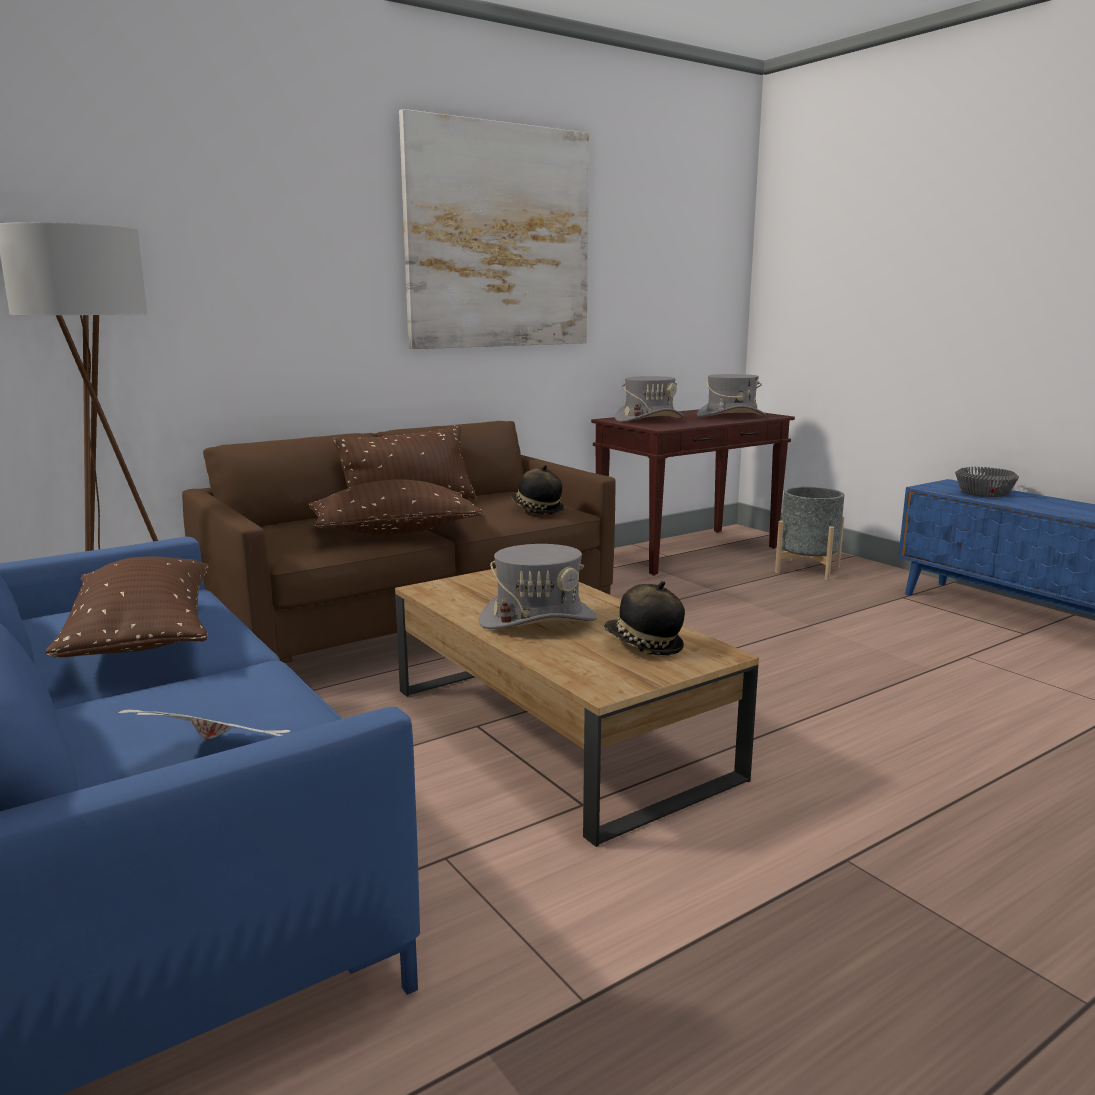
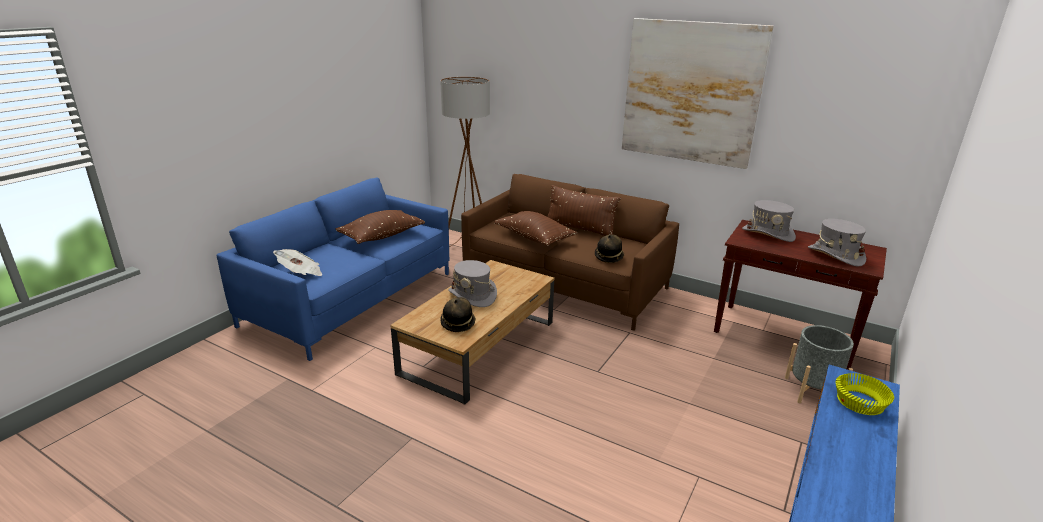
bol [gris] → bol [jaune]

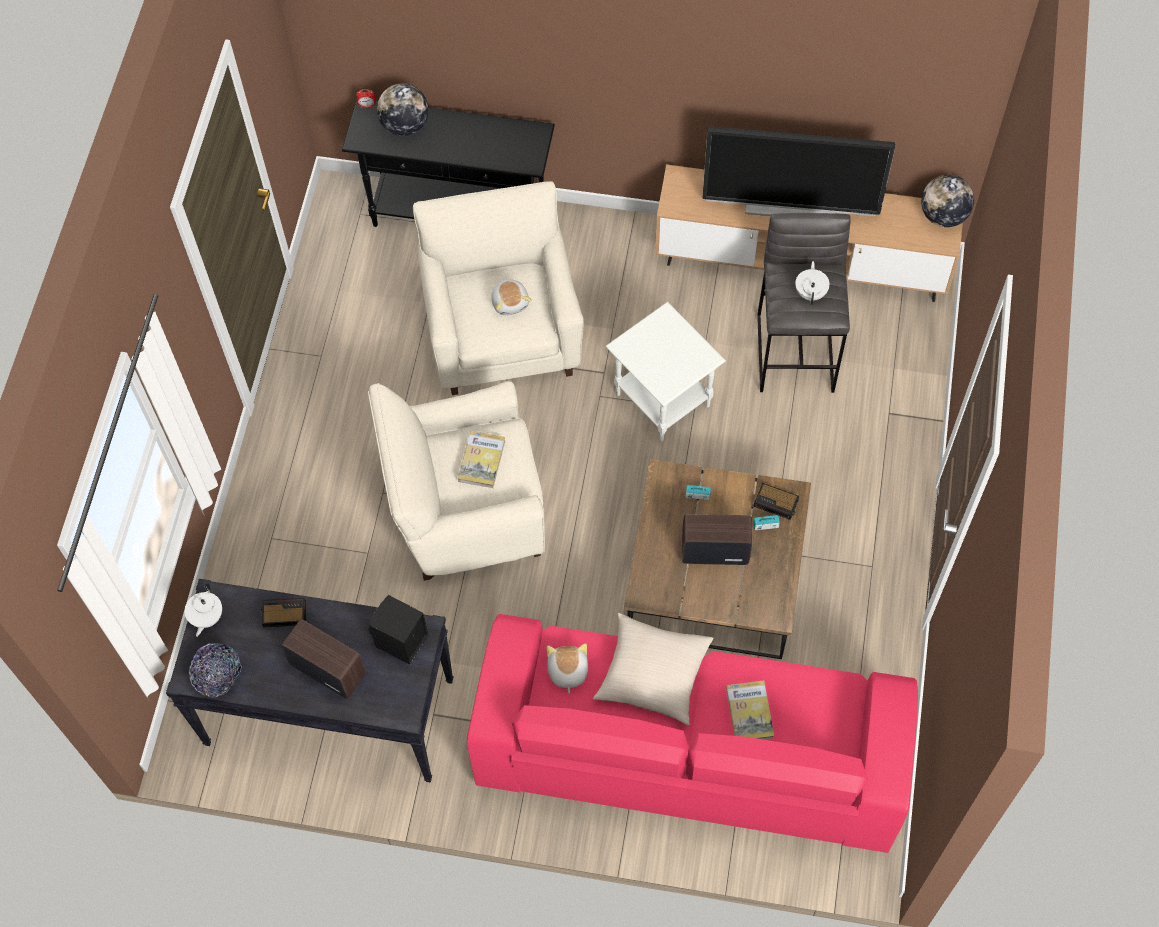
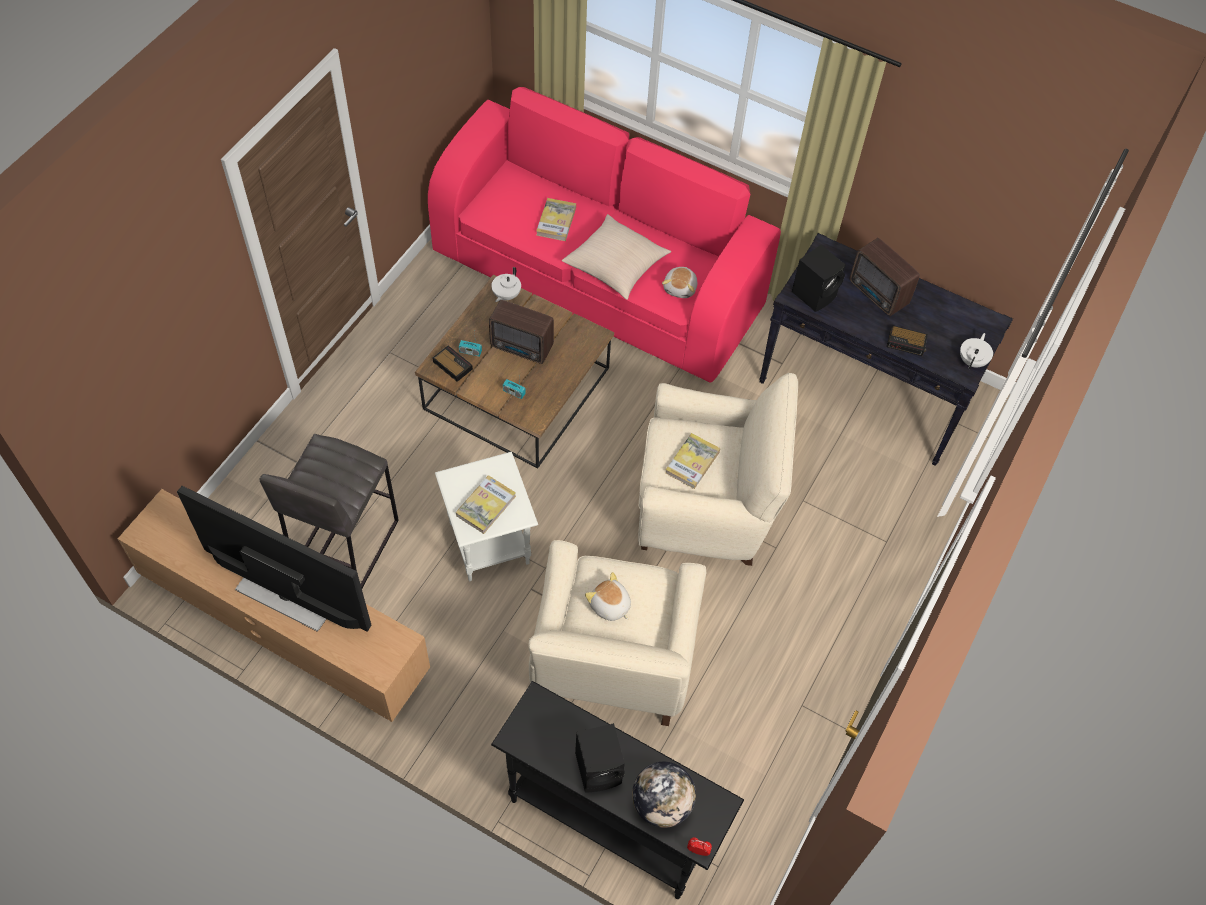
bol → -
peluche (1st from left), 45 degrees counterclockwise
théière [blanc] (2nd from left in the first image) → théière [blanc] (1st from left), moved
globe (2nd from left) → -
- → livre (1st from left)
- → enceinte [noir] (1st from left)

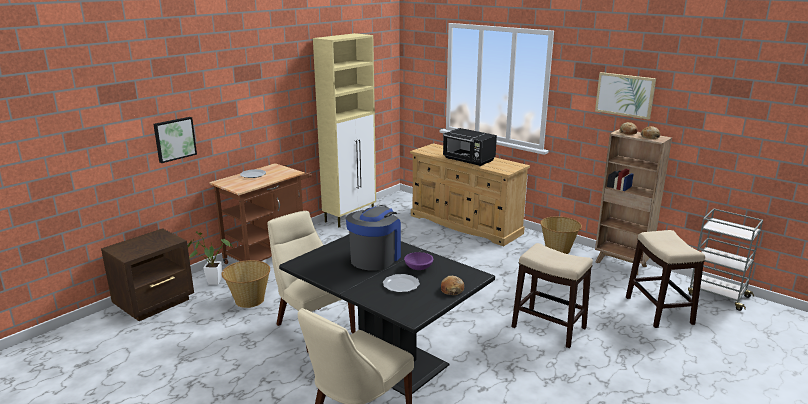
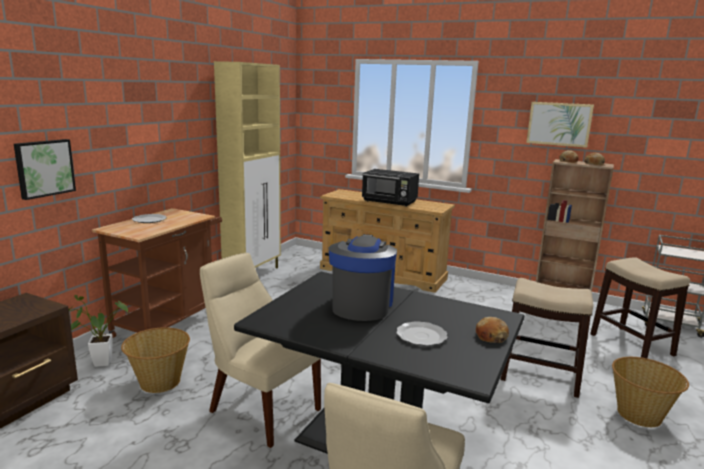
bol [violet] → -
panier (2nd from left), moved

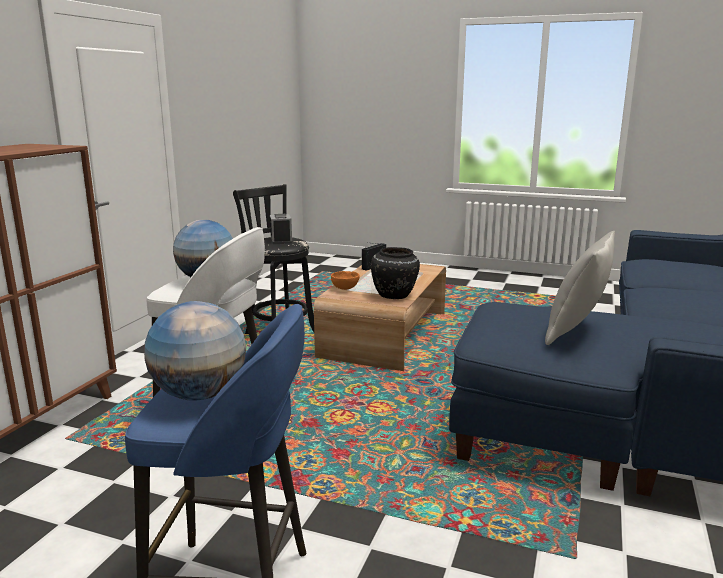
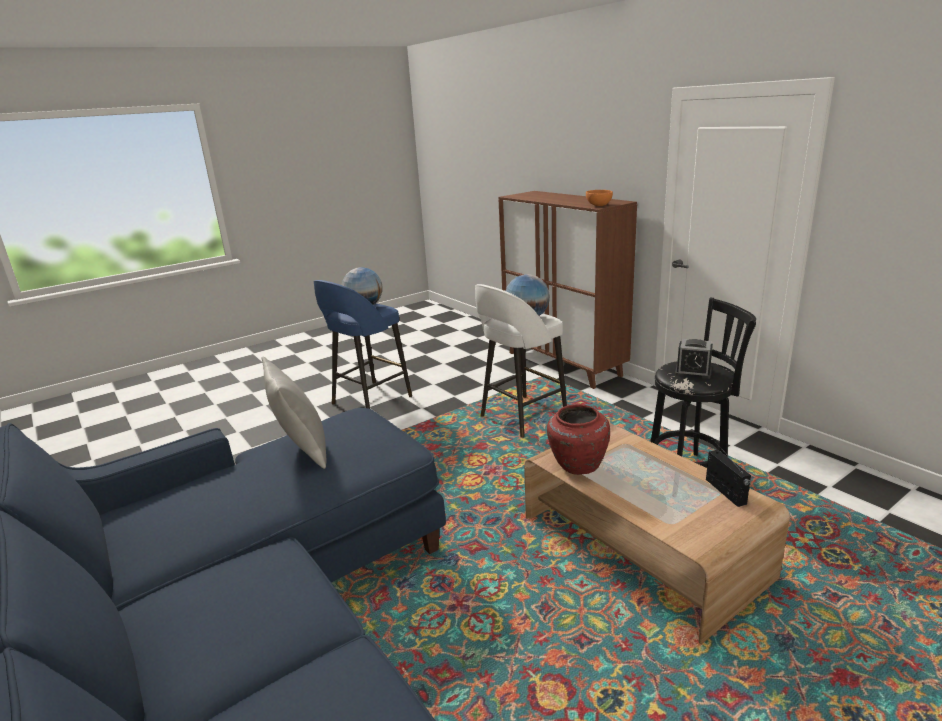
bol [orange], moved
vase [noir] → vase [rouge]

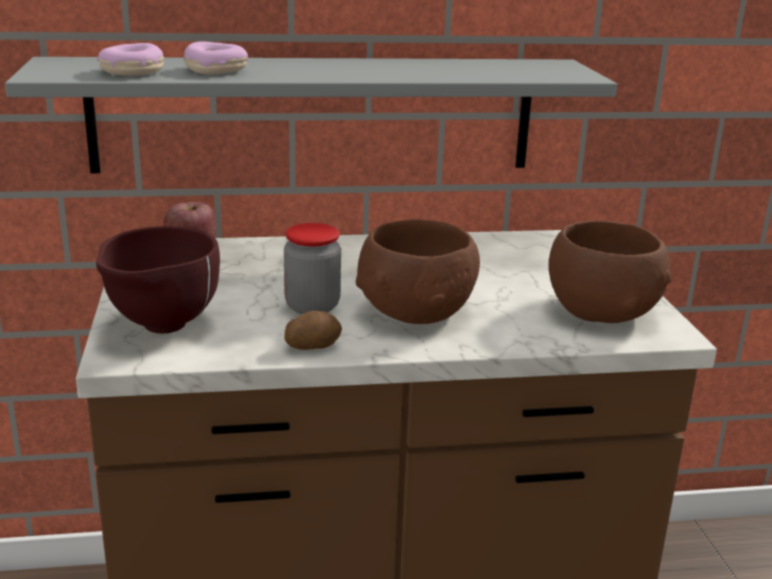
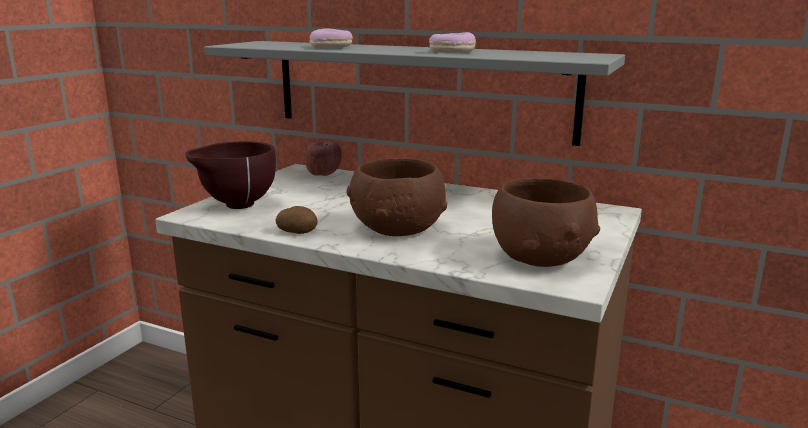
beignet (1st from left in the first image) → beignet (2nd from left), moved
bocal → -

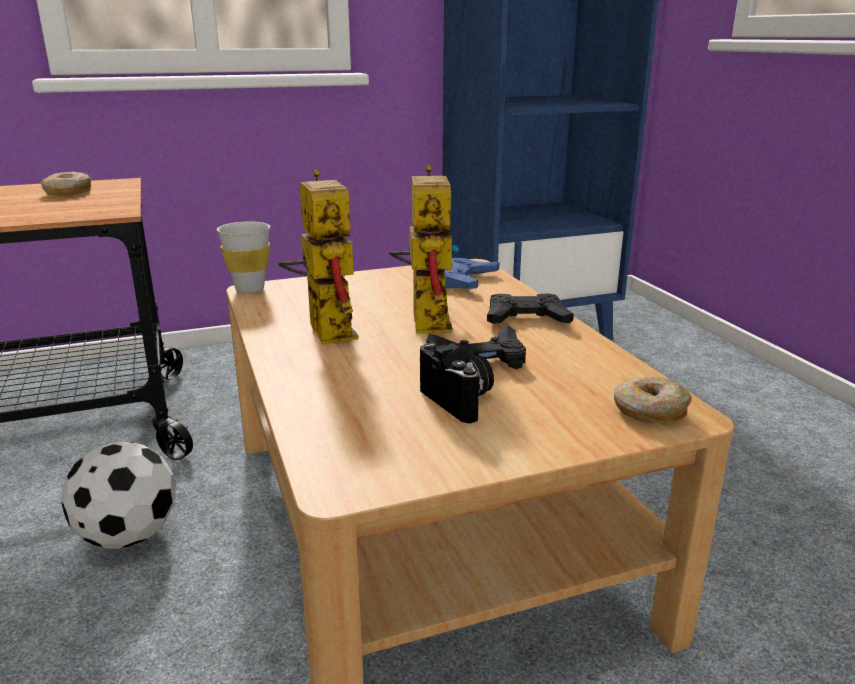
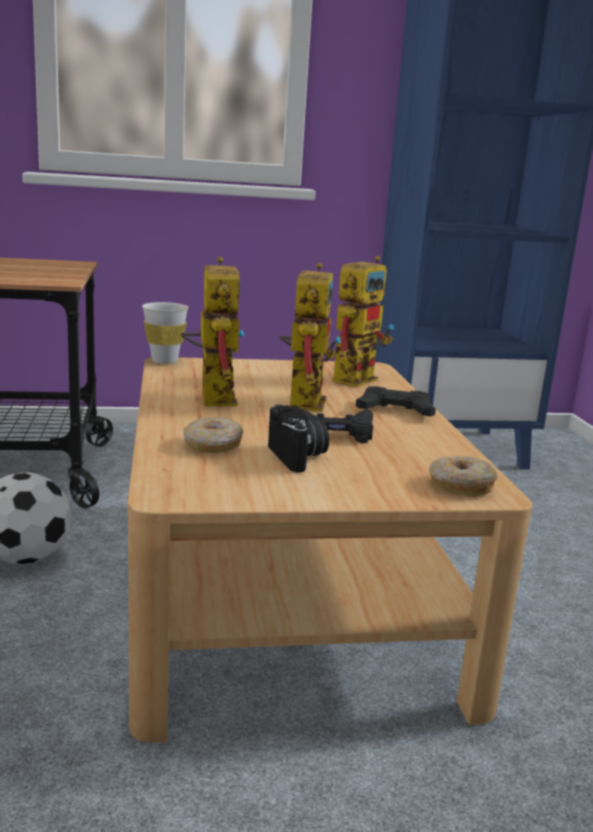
beignet (1st from left), moved
manette [bleu] → robot jouet (3rd from left)

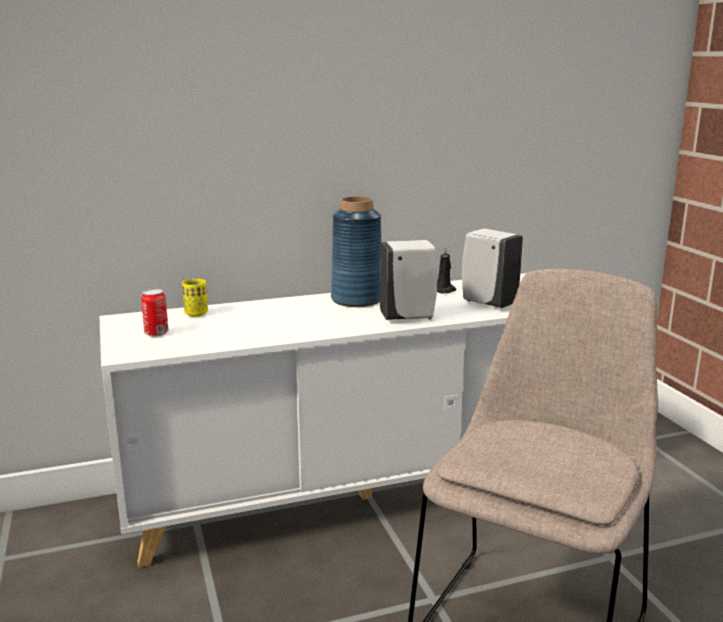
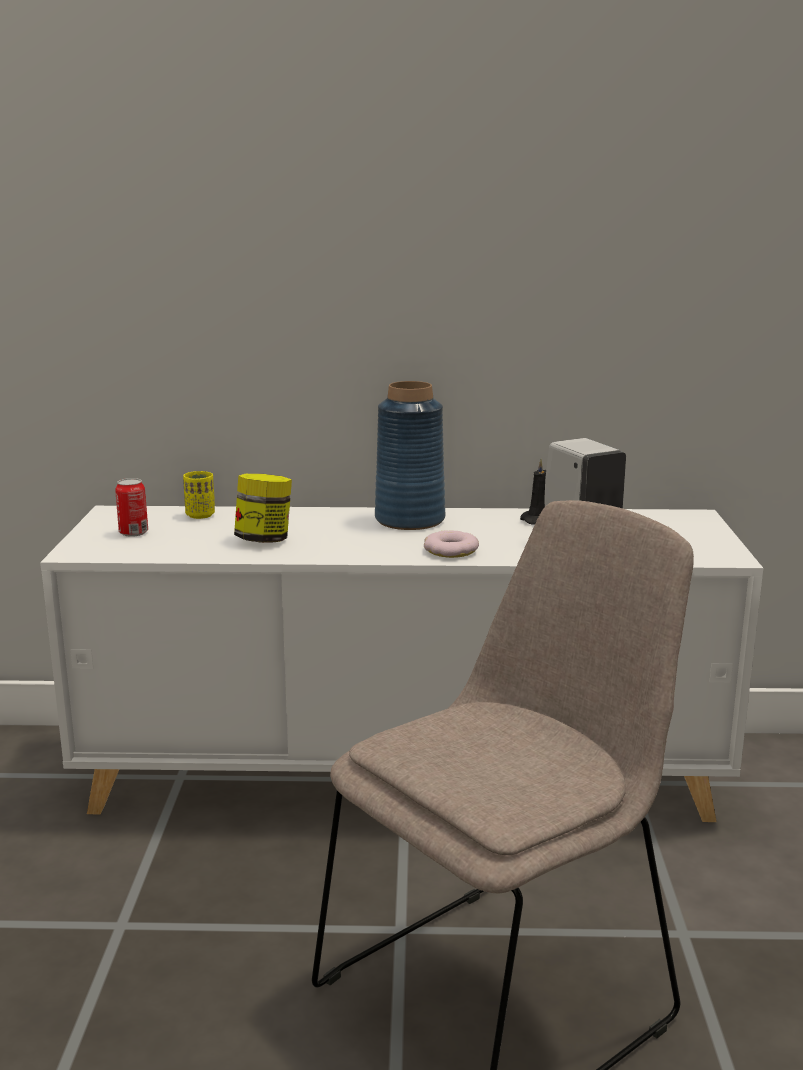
distributeur de savon [blanc] (1st from left) → beignet
- → bocal

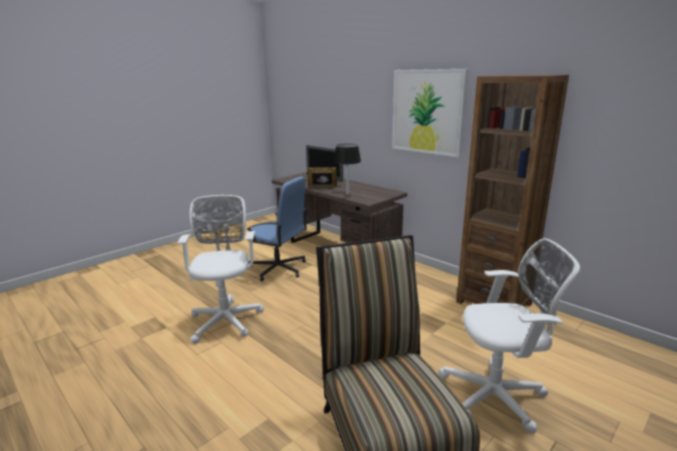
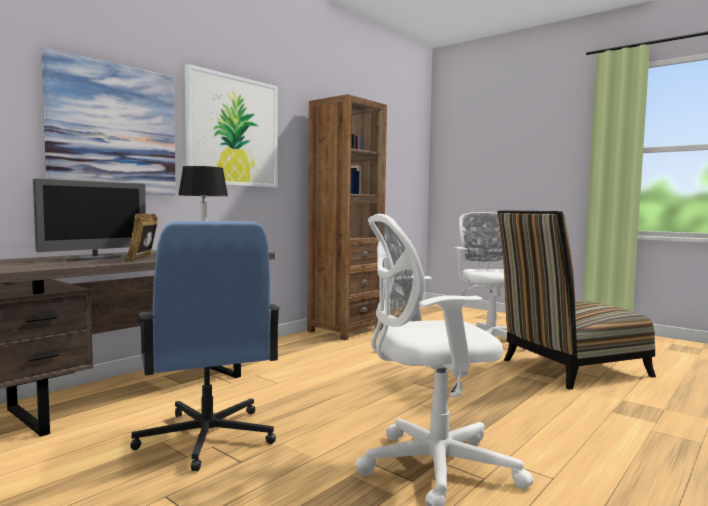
chaise de bureau [bleu], 135 degrees clockwise
- → tableau (1st from left)

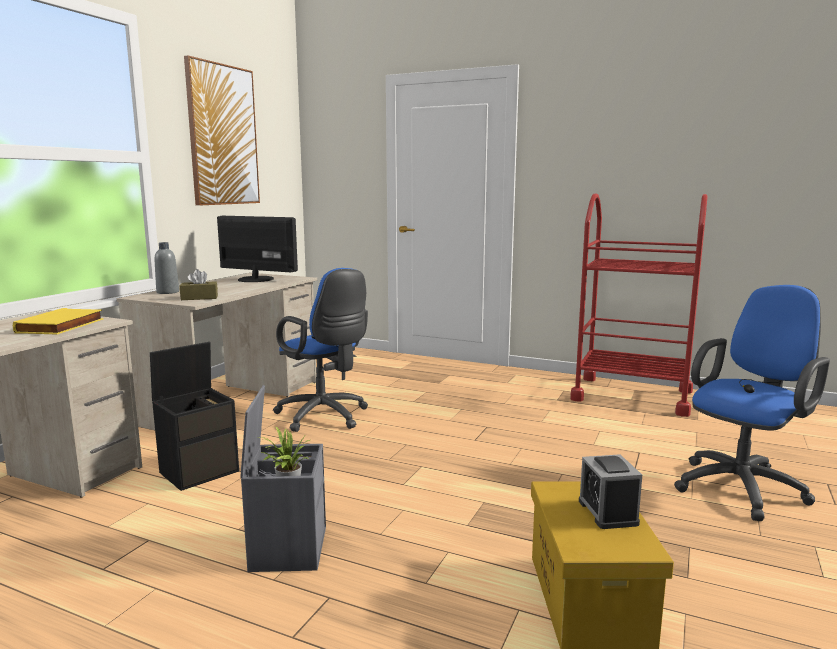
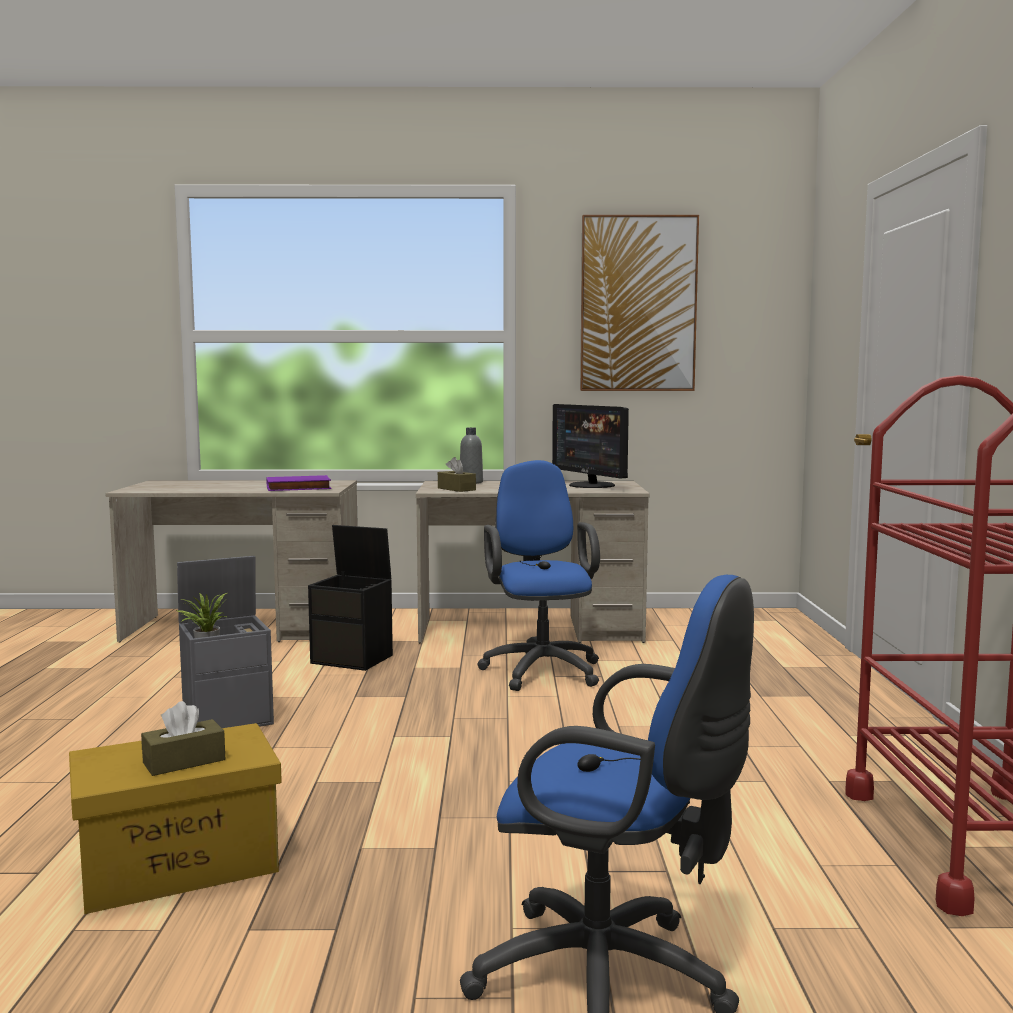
livre [jaune] → livre [violet]
écran d'ordinateur, 150 degrees clockwise
chaise de bureau [bleu] (1st from left), 150 degrees clockwise
réveil → boîte à mouchoirs [marron] (1st from left)

